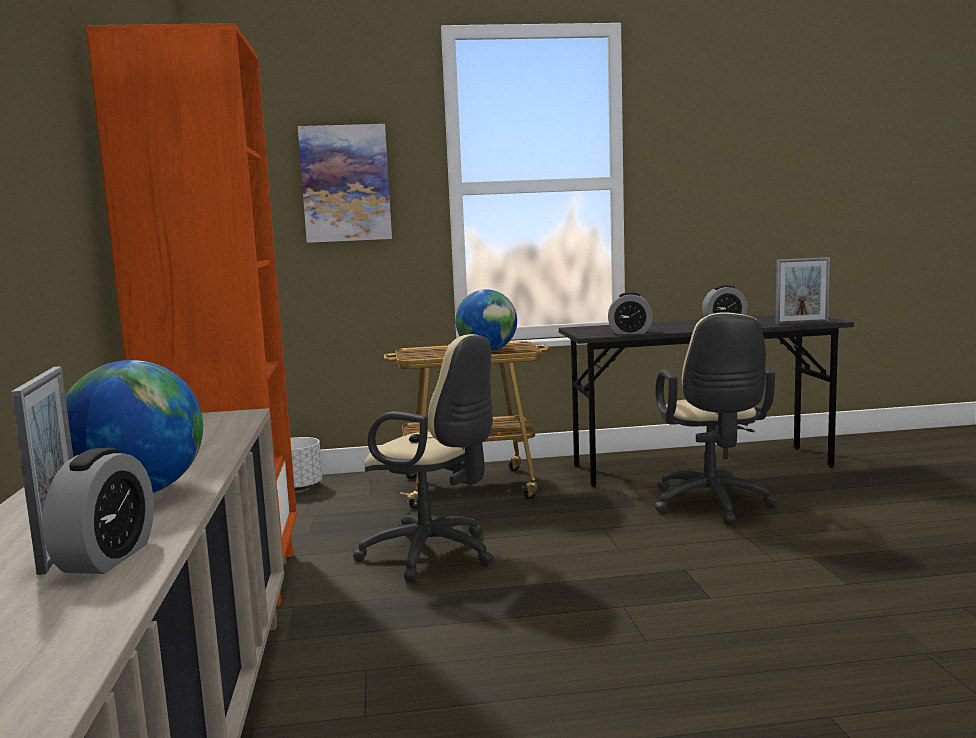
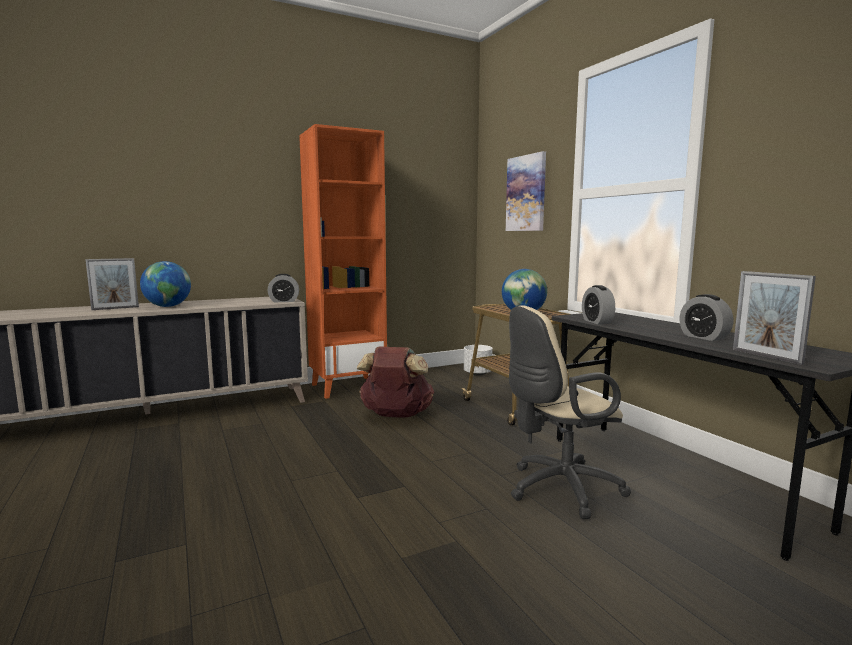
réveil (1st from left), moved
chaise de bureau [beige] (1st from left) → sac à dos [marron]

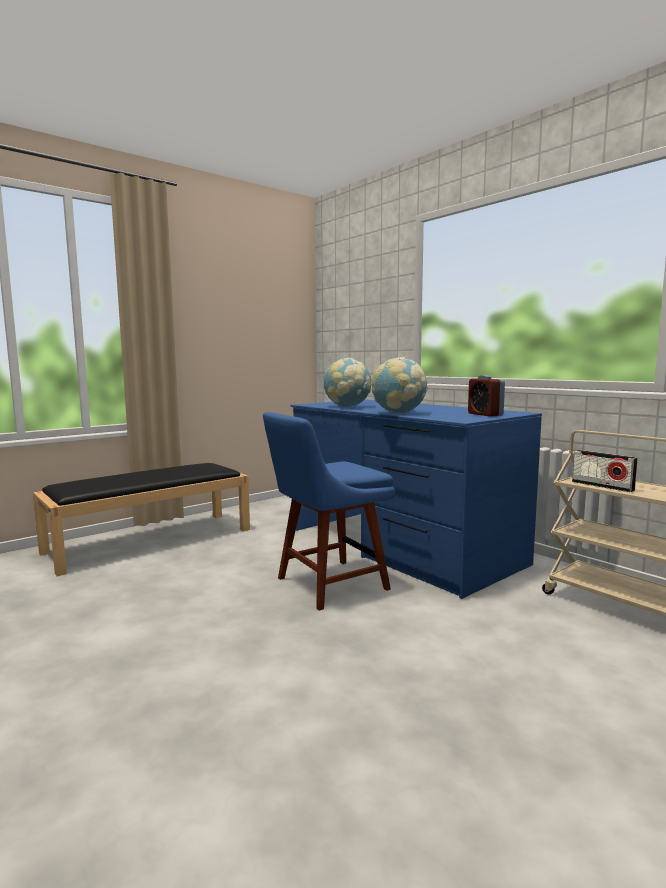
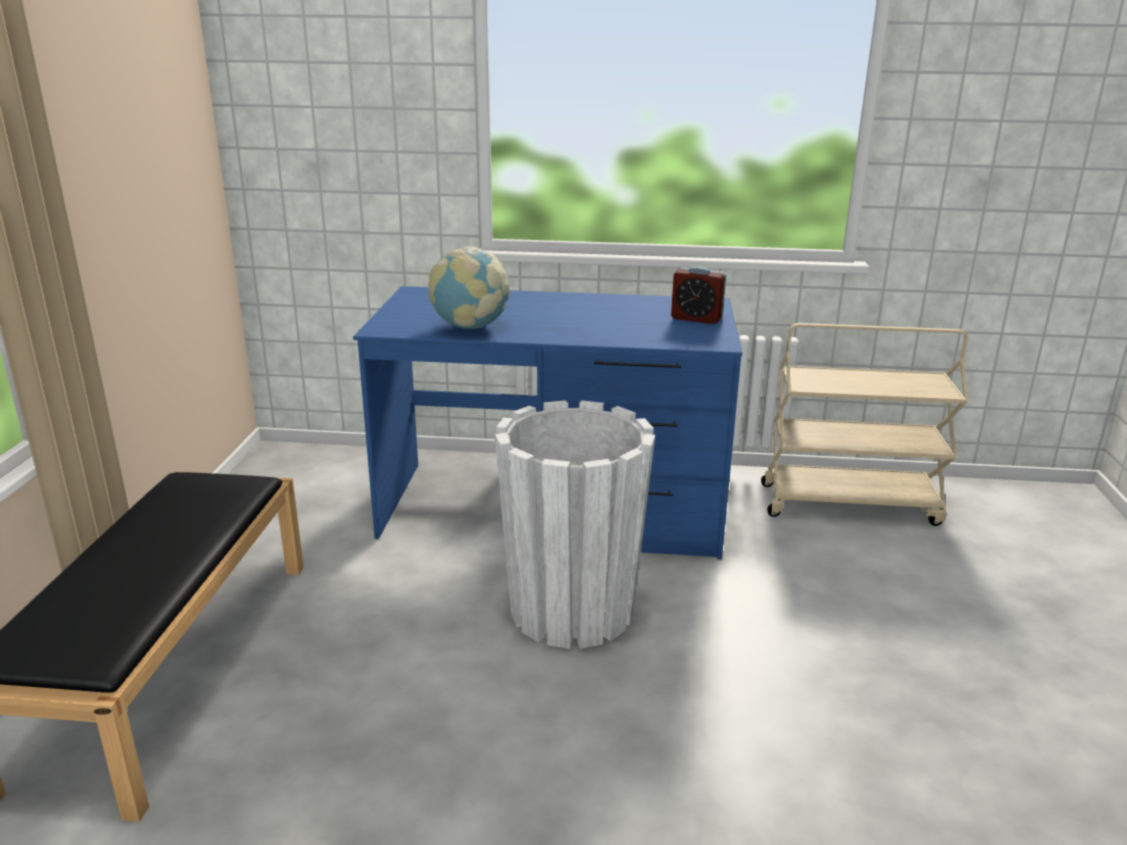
chaise [bleu] → cache-pot [blanc]
globe (2nd from left) → -
radio → -

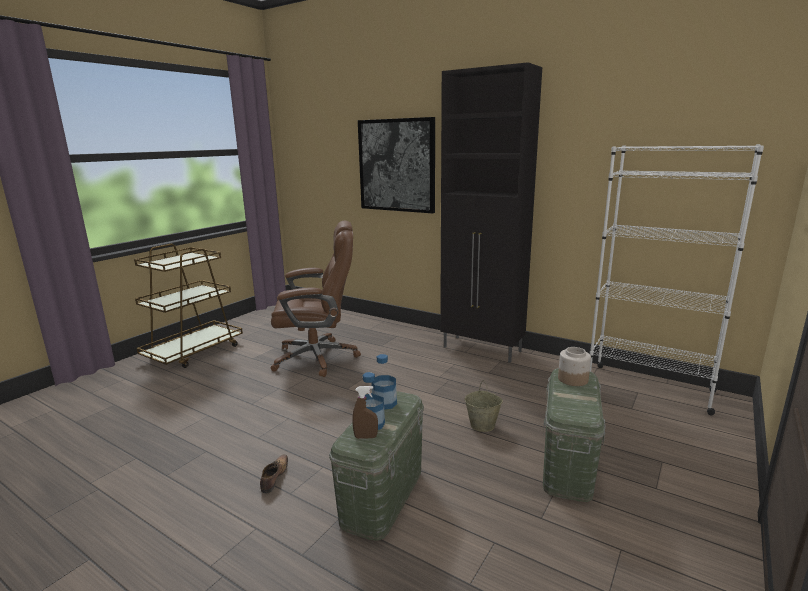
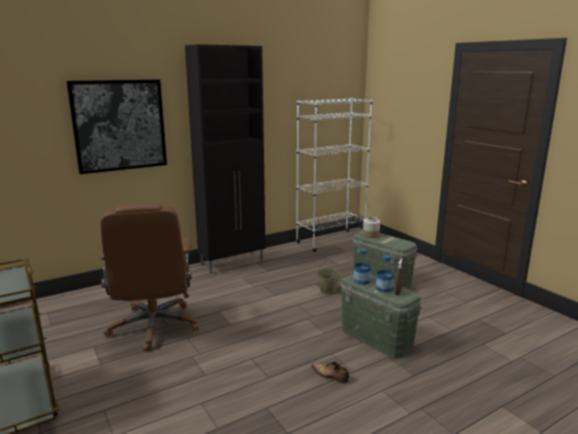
chaise de bureau [marron], 150 degrees clockwise

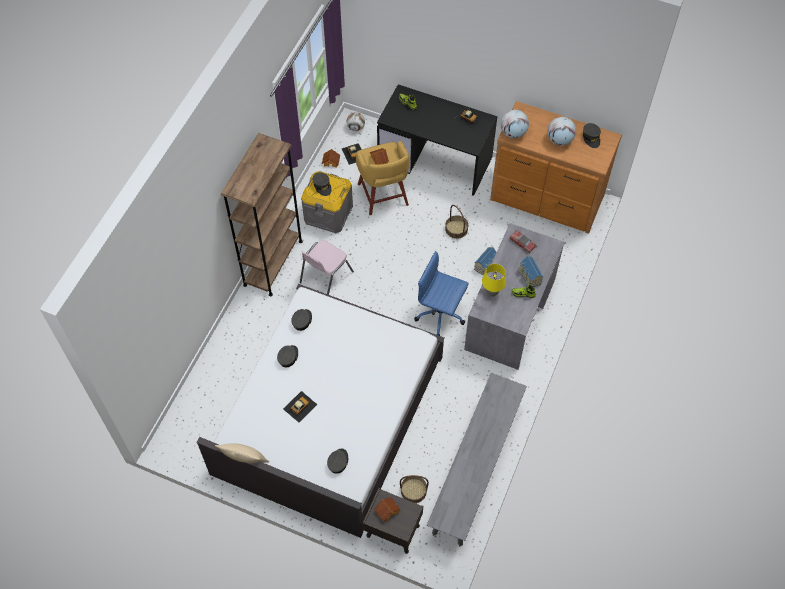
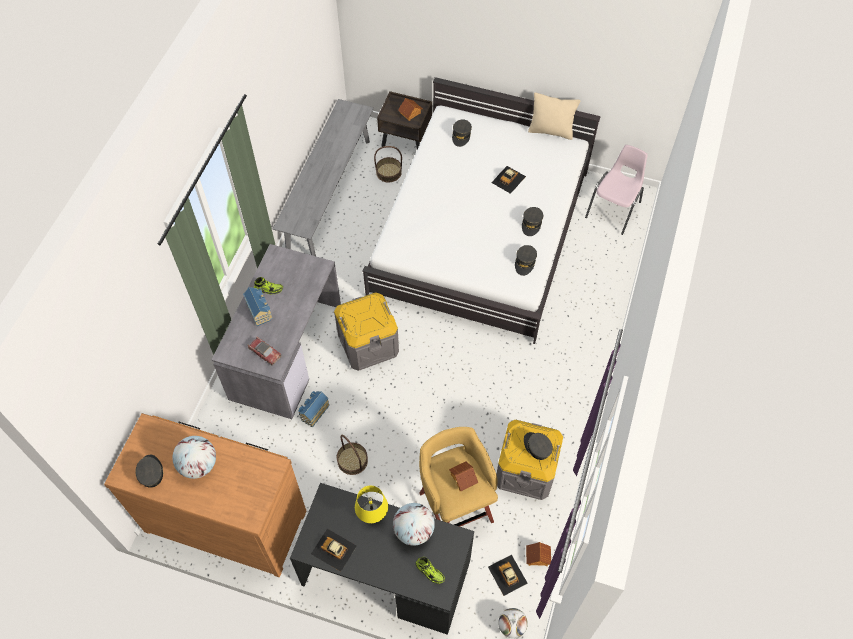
bibliothèque [marron] → -
chaise [rose], moved
chaise de bureau [bleu] → boîte de rangement [gris] (1st from left)
lampe de table [jaune], moved
globe (1st from left in the first image) → globe (2nd from left), moved

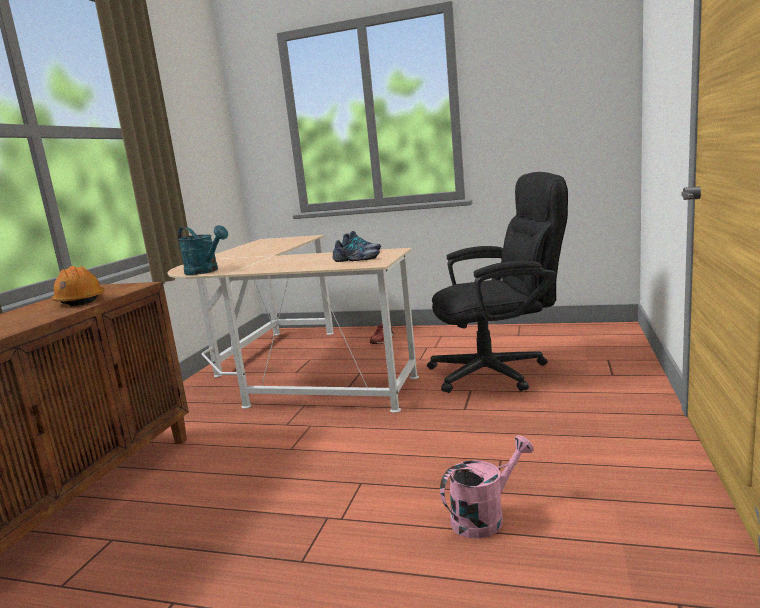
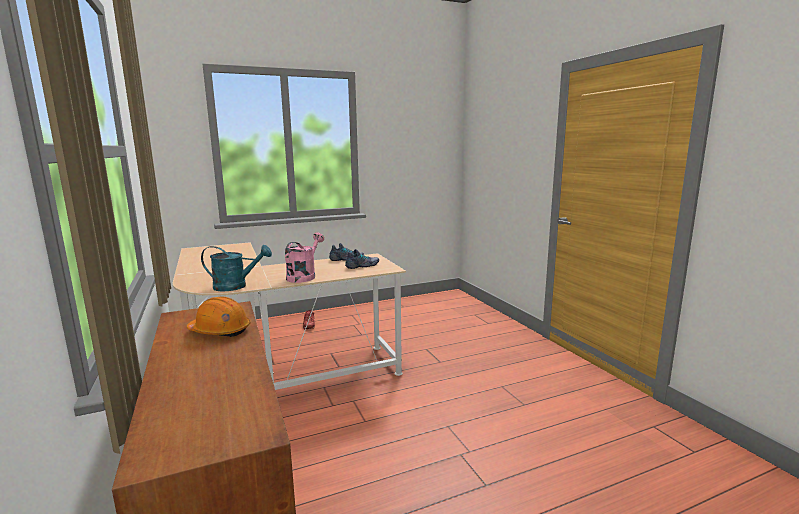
chaise de bureau [noir] → -
arrosoir [rose], moved

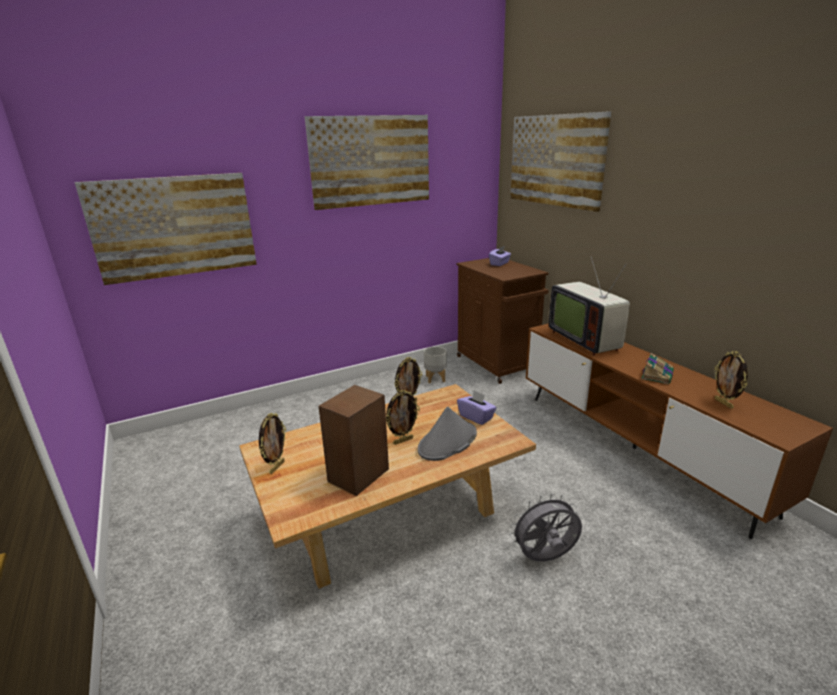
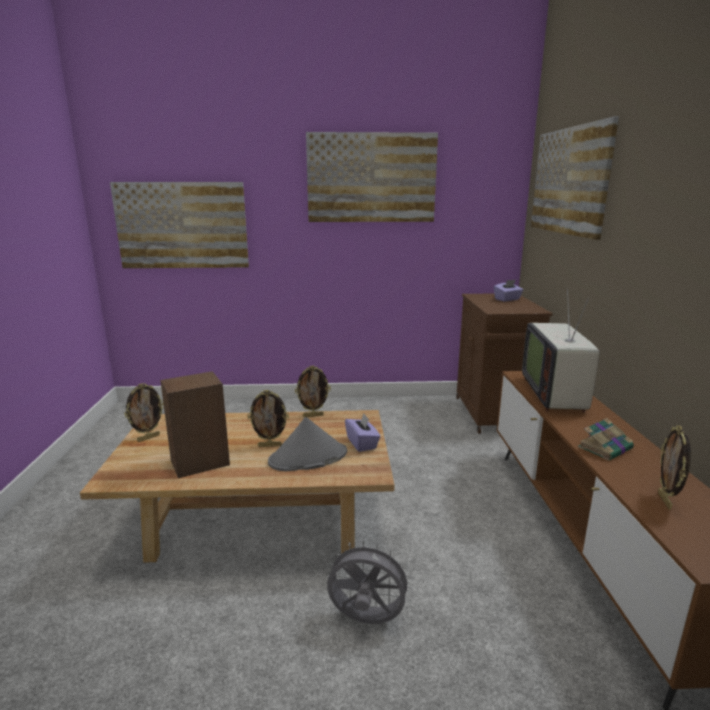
cache-pot [gris] → -

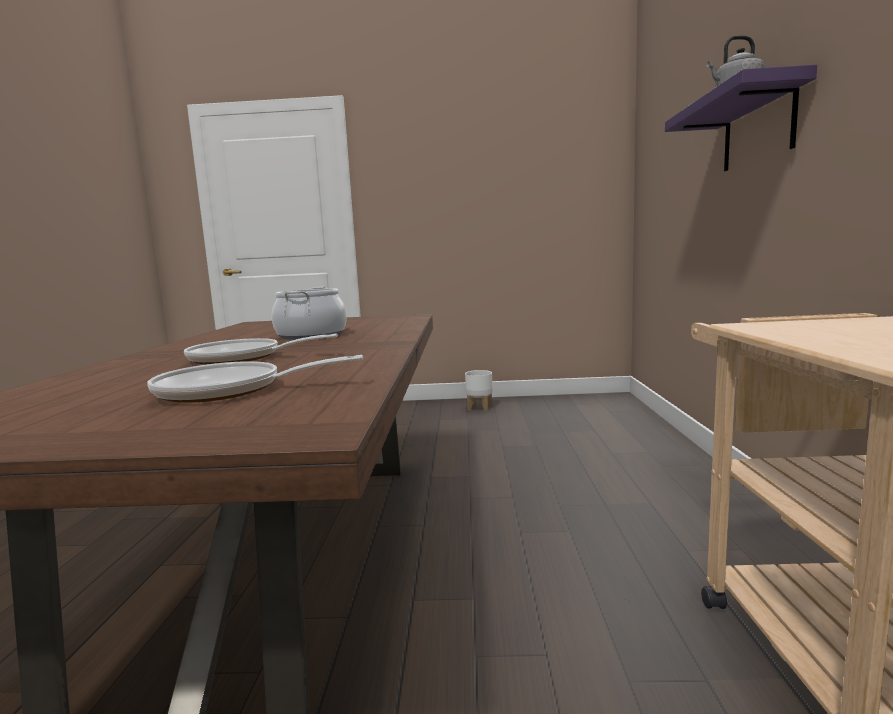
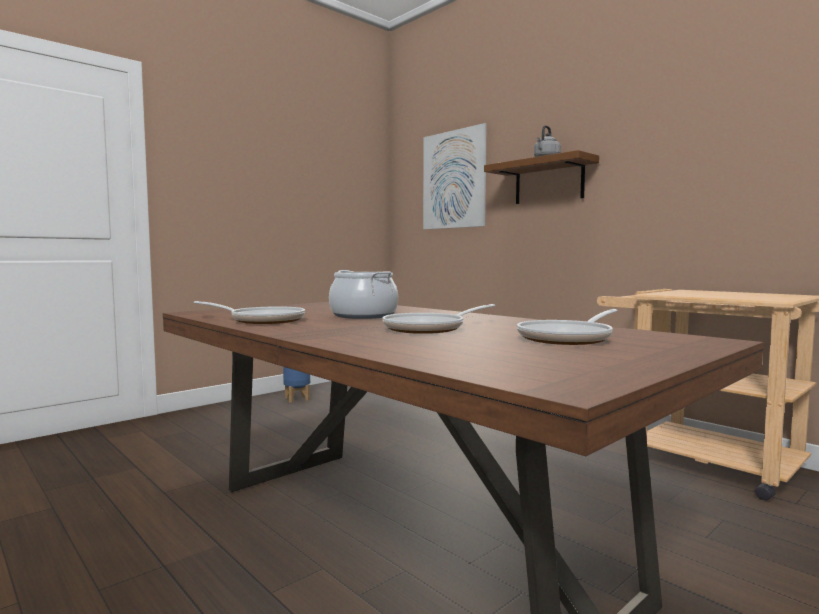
cache-pot [blanc] → cache-pot [bleu]
étagère [violet] → étagère [marron]
- → poêle (1st from left)
- → tableau

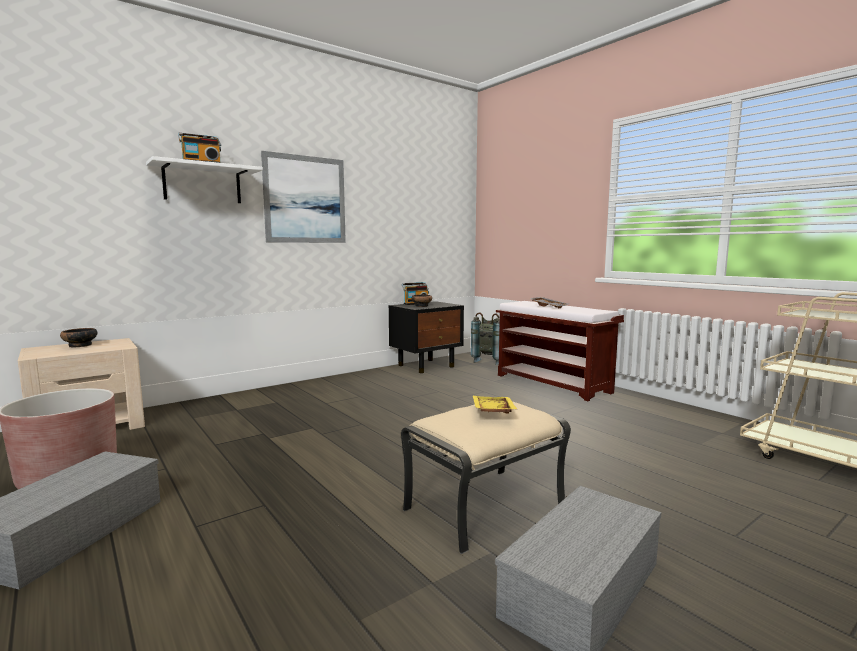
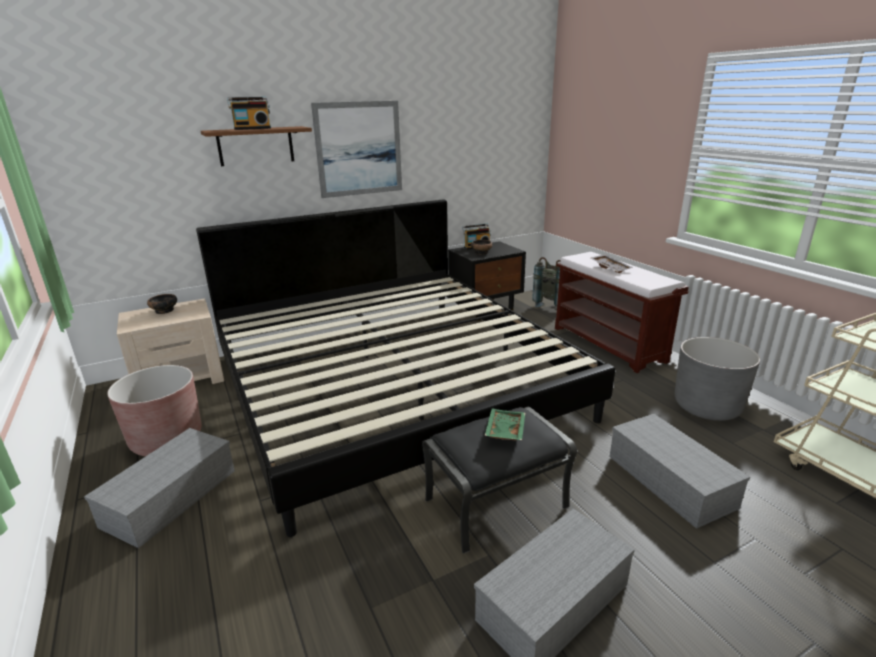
étagère [blanc] → étagère [marron]
pouf [beige] → pouf [noir]
plateau [jaune] → plateau [vert]
- → lit
- → boîte de rangement [gris] (3rd from left)
- → cache-pot [gris]

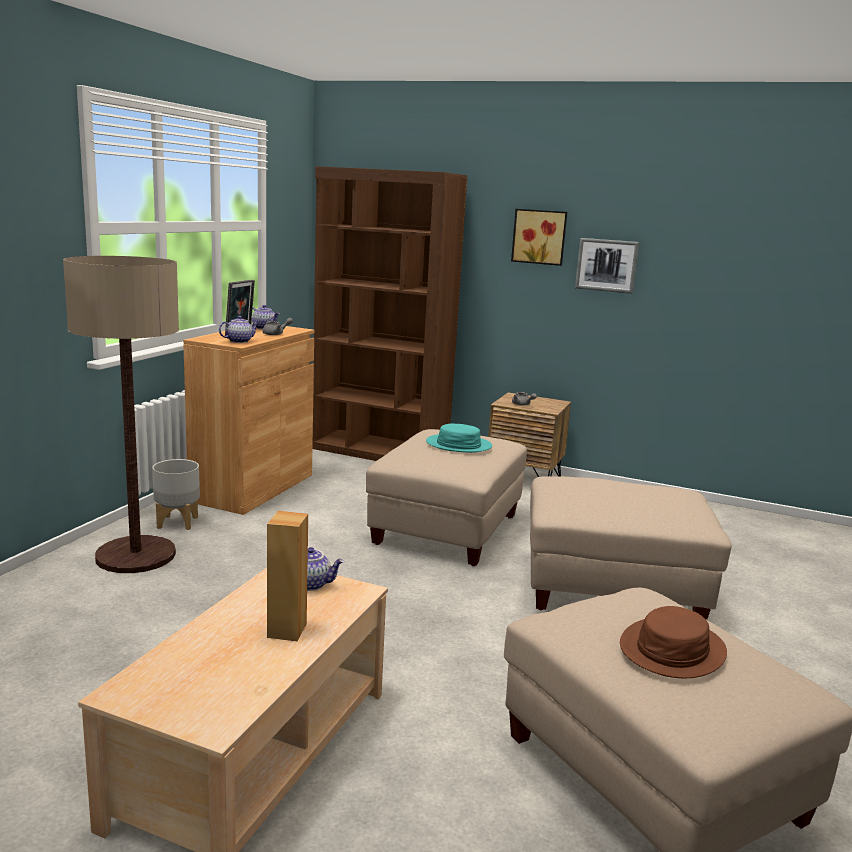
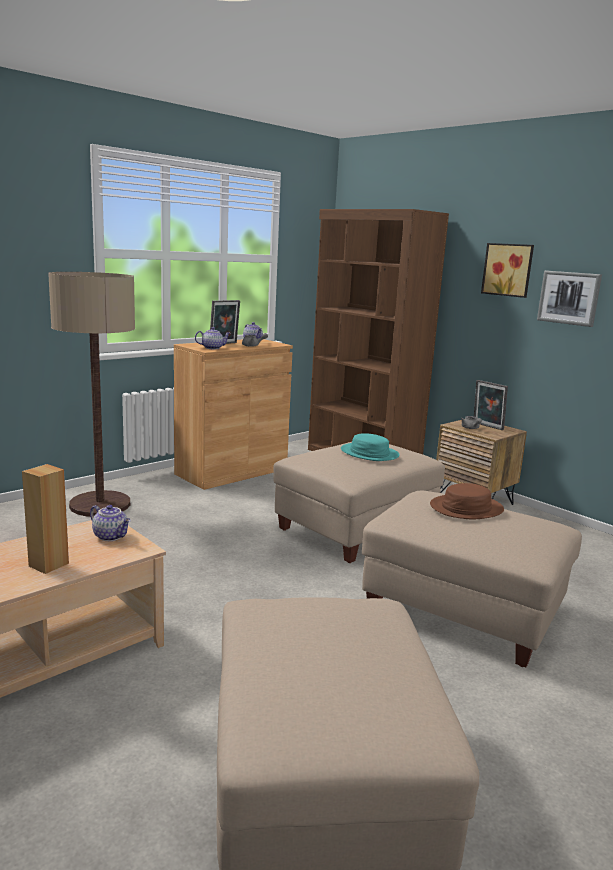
cache-pot [gris] → -
chapeau [marron], moved
- → cadre photo (2nd from left)

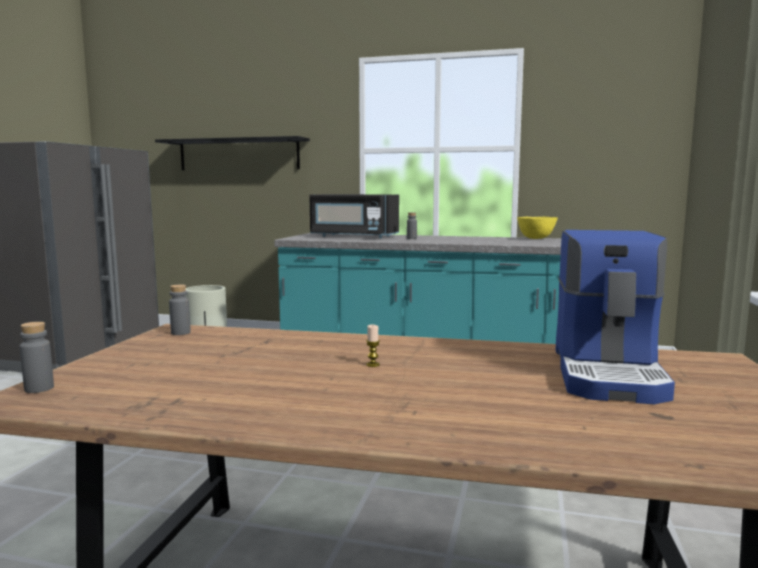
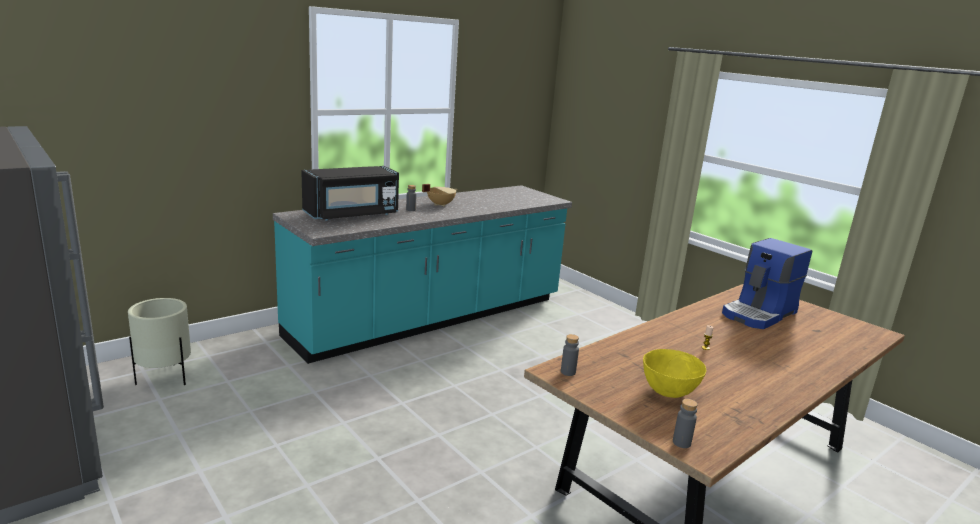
étagère [noir] → -
bol [jaune], moved
machine à café, 90 degrees clockwise
- → marmite [beige]

